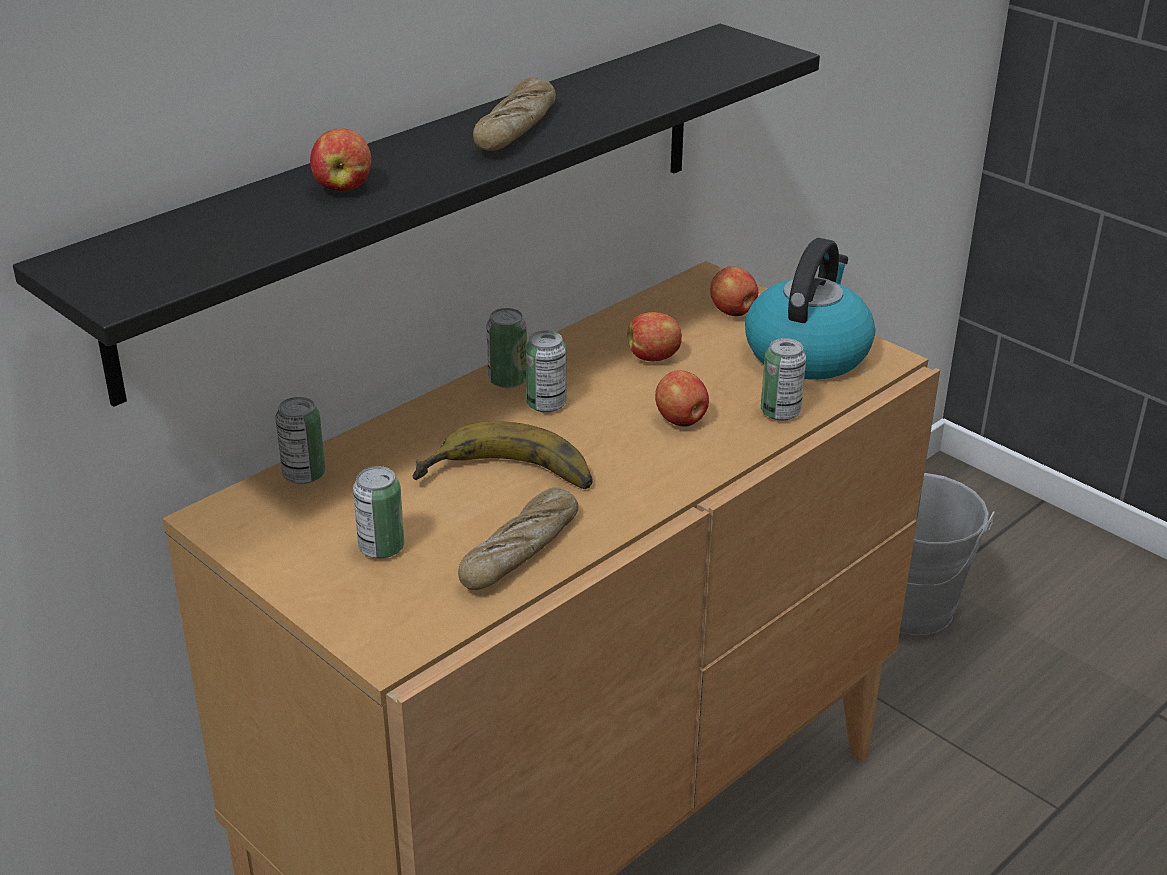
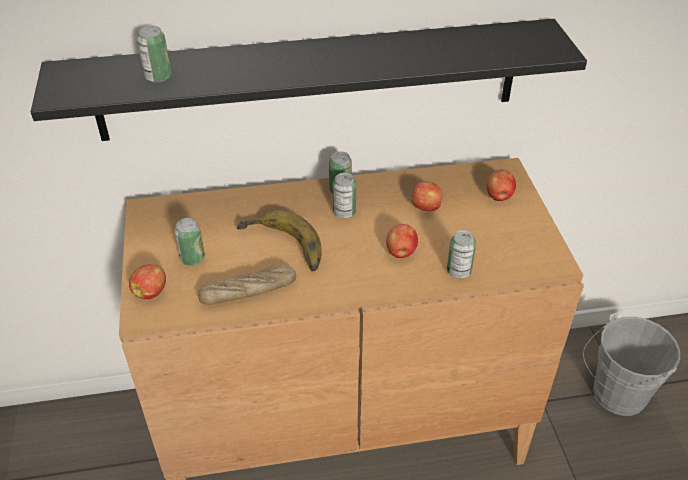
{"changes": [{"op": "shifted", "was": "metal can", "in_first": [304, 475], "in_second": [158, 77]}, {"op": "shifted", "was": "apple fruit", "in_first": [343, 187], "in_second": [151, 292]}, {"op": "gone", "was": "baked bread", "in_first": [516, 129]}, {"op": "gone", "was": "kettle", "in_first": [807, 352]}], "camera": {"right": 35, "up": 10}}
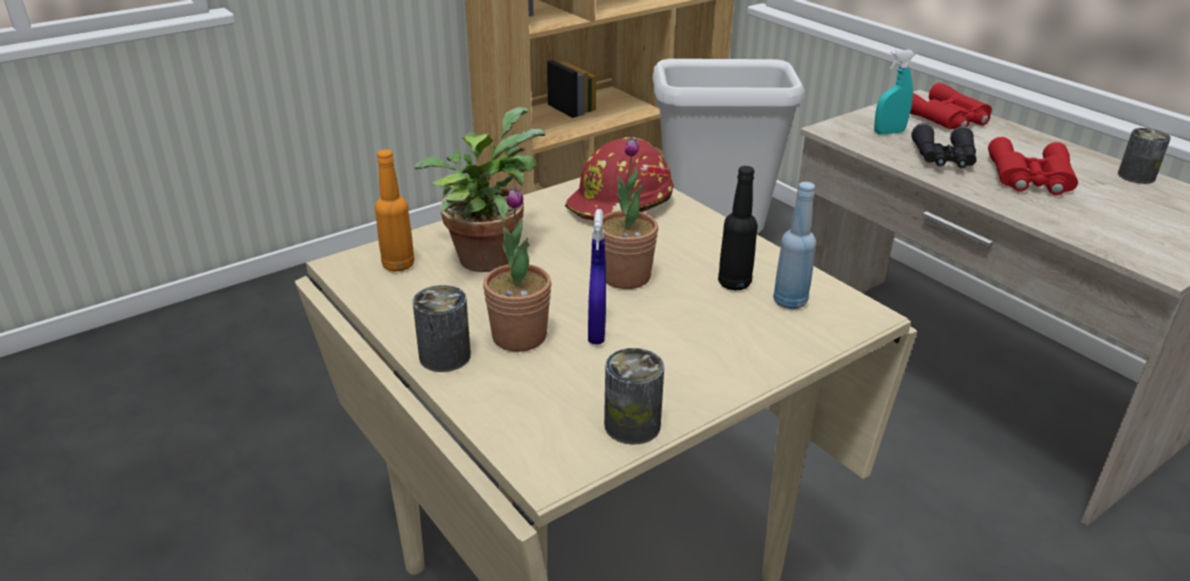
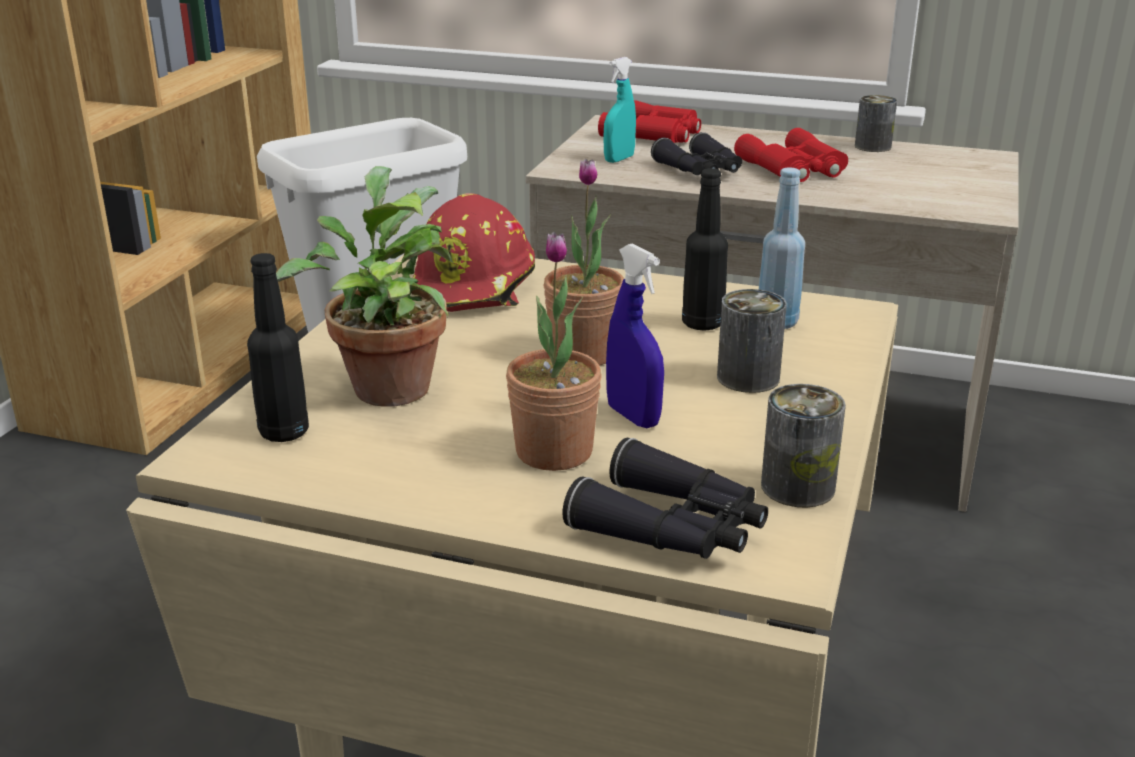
{"changes": [{"op": "repainted", "was": "orangey bottle", "now": "black bottle", "in_first": [398, 265], "in_second": [284, 432]}, {"op": "shifted", "was": "metal can", "in_first": [445, 356], "in_second": [748, 378]}, {"op": "new", "now": "black binoculars", "in_second": [672, 527]}], "camera": {"right": -35, "up": -5}}
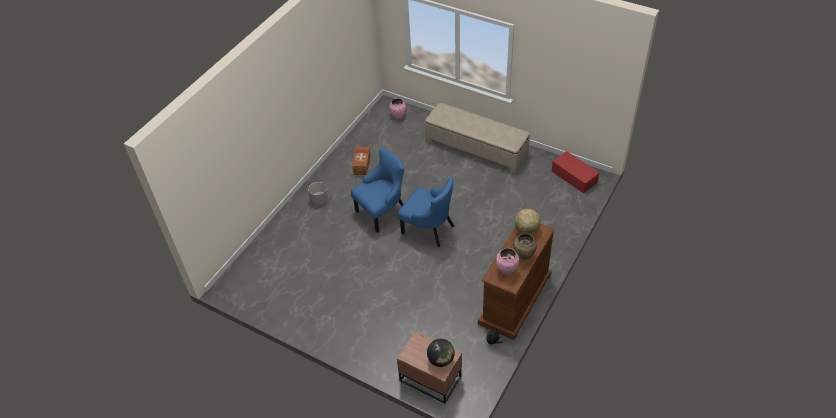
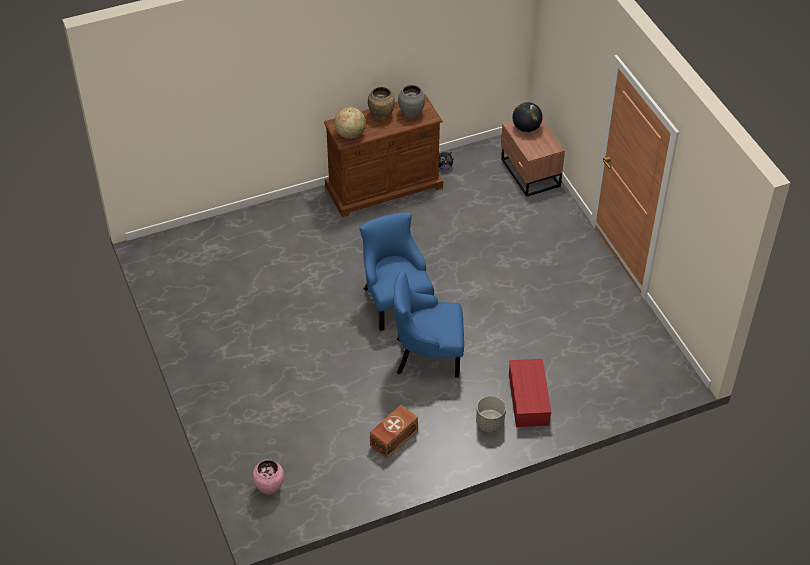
{"changes": [{"op": "gone", "was": "sand-coloured long seat", "in_first": [476, 148]}, {"op": "repainted", "was": "pinkish decorative vase", "now": "greyish decorative vase", "in_first": [507, 270], "in_second": [411, 114]}, {"op": "shifted", "was": "reddish storage container", "in_first": [573, 176], "in_second": [529, 400]}], "camera": {"right": -145, "up": 0}}
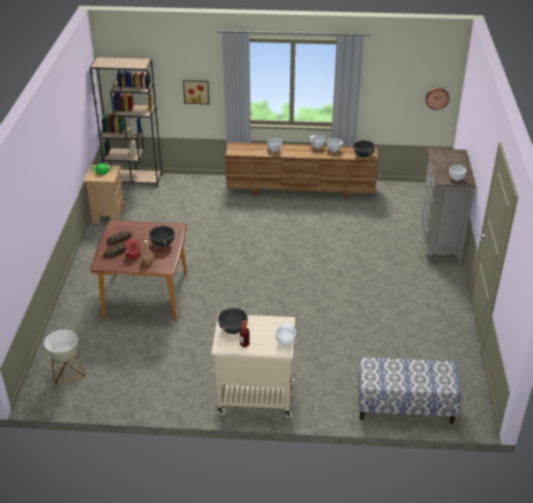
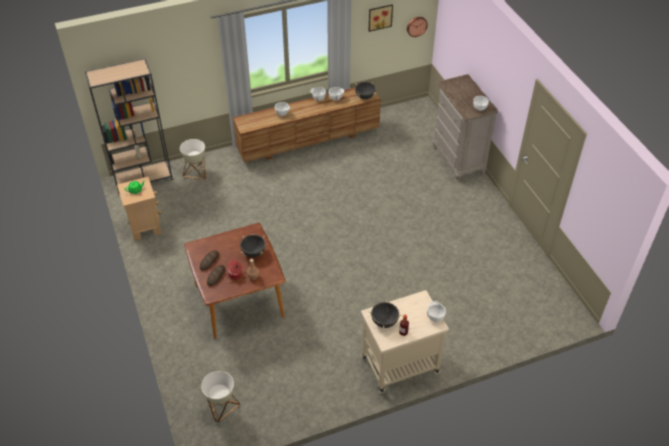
{"changes": [{"op": "shifted", "was": "wall art", "in_first": [196, 91], "in_second": [379, 17]}, {"op": "gone", "was": "long seat", "in_first": [405, 407]}, {"op": "new", "now": "plant pot", "in_second": [196, 173]}], "camera": {"right": -25, "up": 10}}
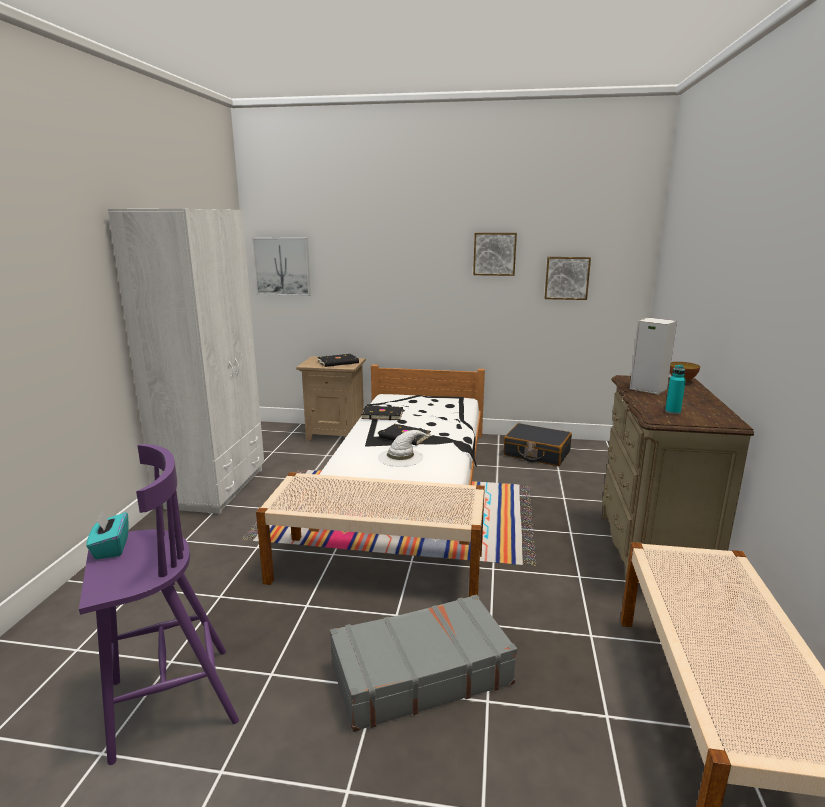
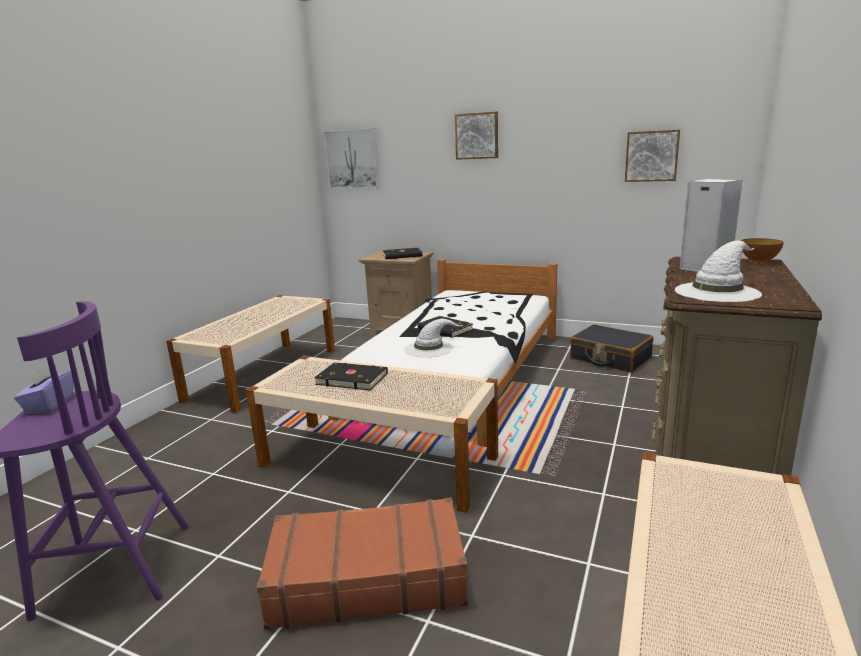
{"changes": [{"op": "repainted", "was": "blue-green box of tissues", "now": "purple box of tissues", "in_first": [111, 548], "in_second": [49, 404]}, {"op": "swapped", "was": "white wardrobe", "now": "sand-coloured long seat", "in_first": [215, 488], "in_second": [264, 374]}, {"op": "repainted", "was": "greyish travel case", "now": "brown travel case", "in_first": [420, 673], "in_second": [367, 577]}, {"op": "shifted", "was": "black bound book", "in_first": [382, 415], "in_second": [352, 378]}, {"op": "shifted", "was": "wall art", "in_first": [494, 254], "in_second": [477, 136]}, {"op": "swapped", "was": "blue-green bottle", "now": "white hat", "in_first": [672, 412], "in_second": [717, 291]}], "camera": {"right": 15, "up": 0}}
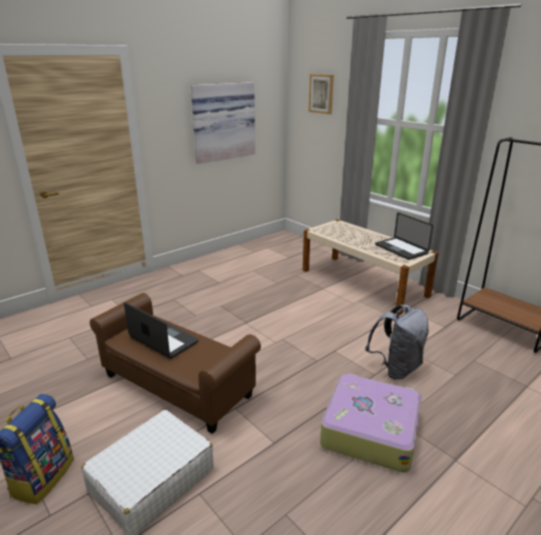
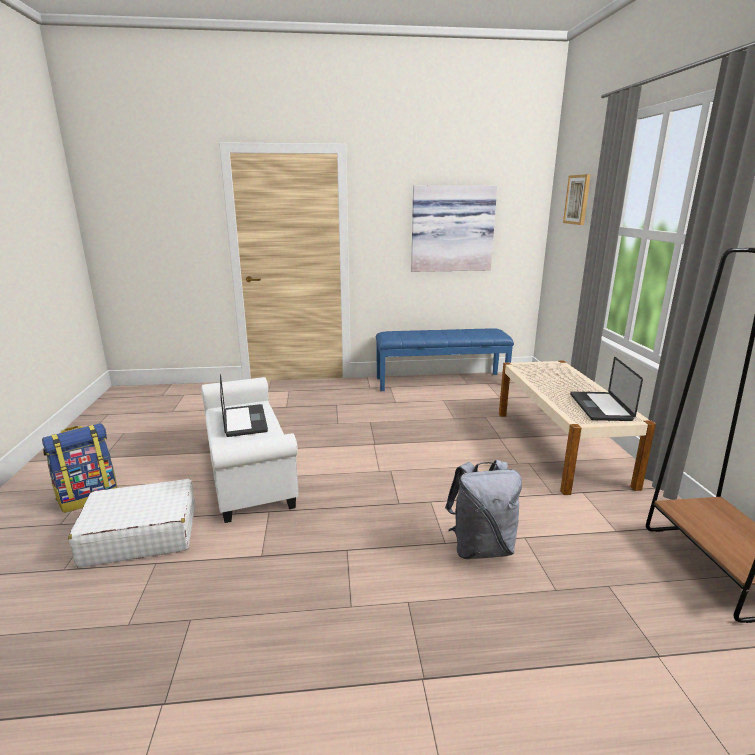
{"changes": [{"op": "repainted", "was": "brown footrest", "now": "white footrest", "in_first": [177, 386], "in_second": [249, 473]}, {"op": "gone", "was": "travel case", "in_first": [370, 430]}, {"op": "new", "now": "bluish long seat", "in_second": [441, 381]}], "camera": {"right": 35, "up": -5}}
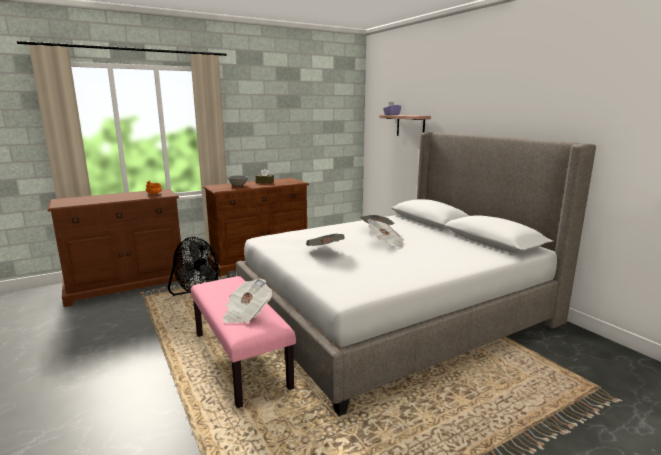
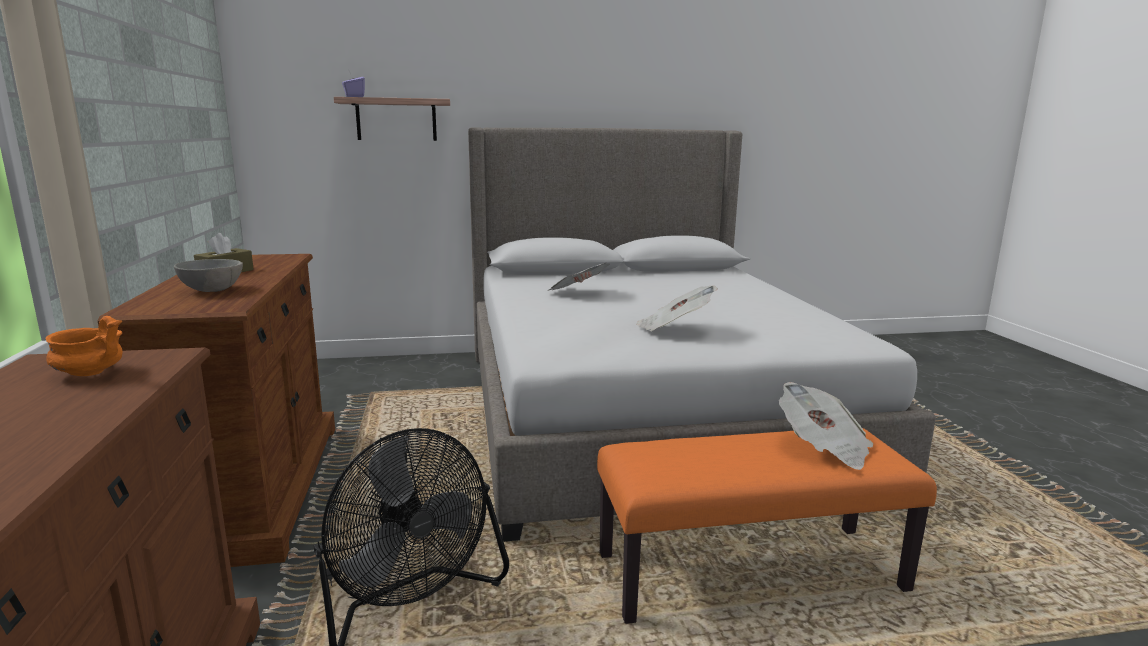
{"changes": [{"op": "repainted", "was": "pinkish long seat", "now": "orangey long seat", "in_first": [241, 359], "in_second": [750, 571]}, {"op": "gone", "was": "newspaper", "in_first": [386, 243]}], "camera": {"right": -70, "up": 0}}
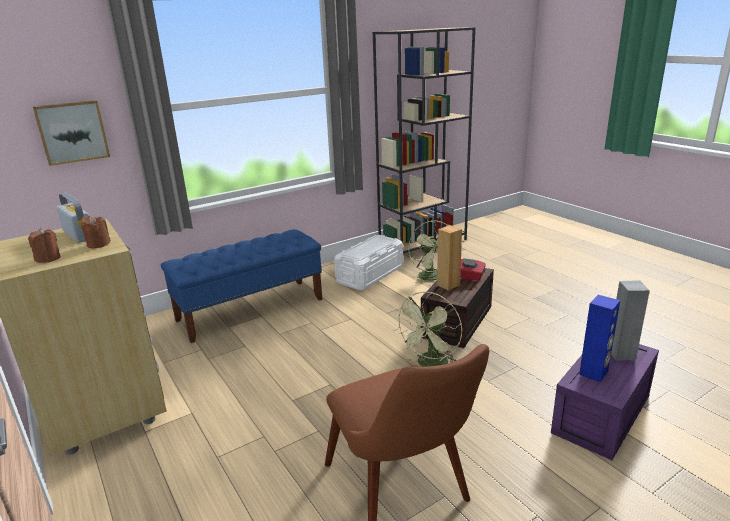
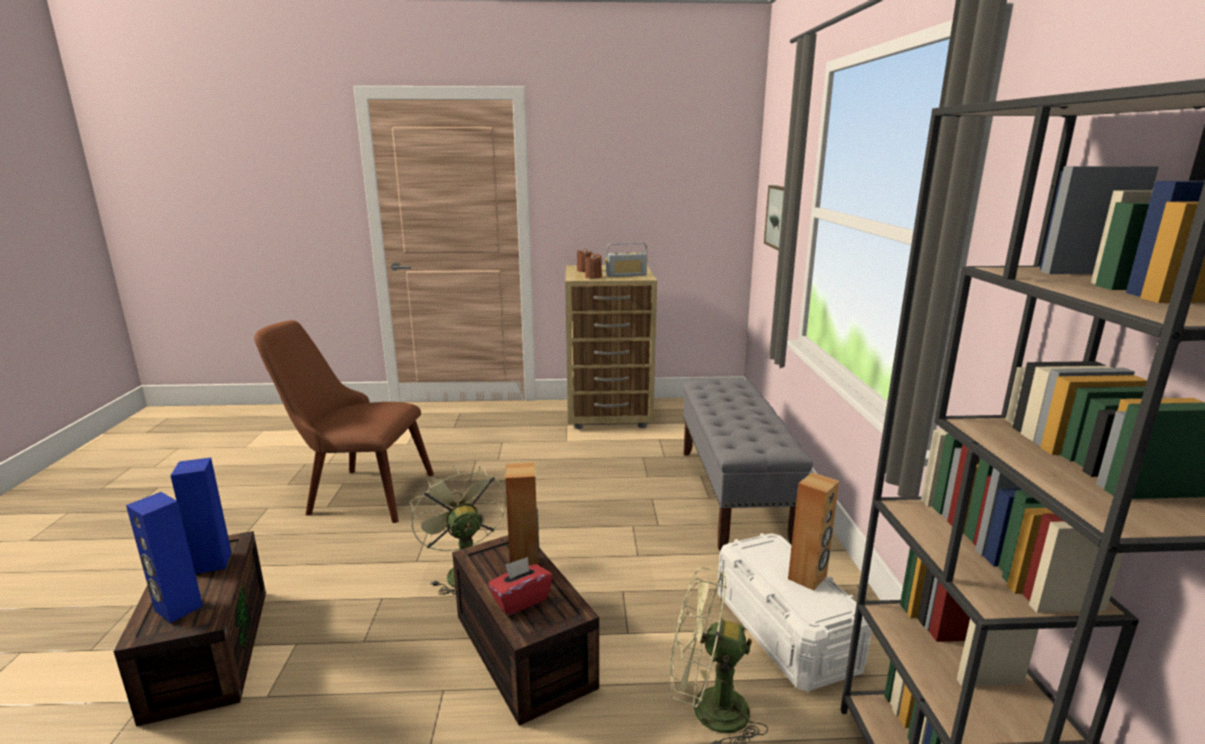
{"changes": [{"op": "repainted", "was": "bluish long seat", "now": "greyish long seat", "in_first": [251, 309], "in_second": [733, 495]}, {"op": "repainted", "was": "purple storage container", "now": "brown storage container", "in_first": [603, 415], "in_second": [207, 650]}, {"op": "repainted", "was": "greyish loudspeaker", "now": "bluish loudspeaker", "in_first": [621, 354], "in_second": [178, 608]}, {"op": "new", "now": "brown loudspeaker", "in_second": [808, 578]}], "camera": {"right": 120, "up": -5}}
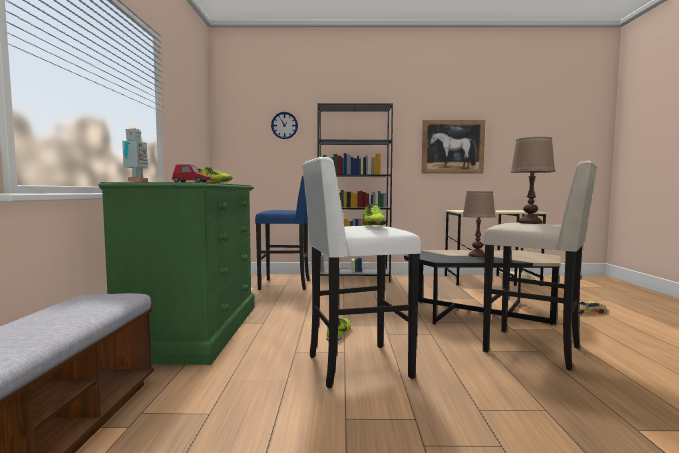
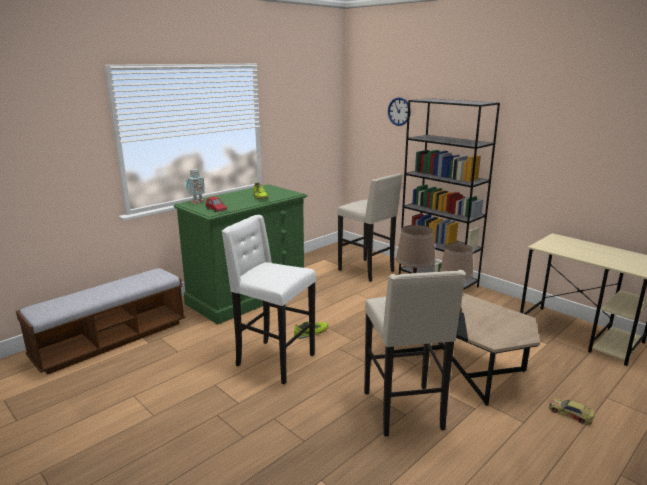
{"changes": [{"op": "repainted", "was": "bluish stool seat", "now": "sand-coloured stool seat", "in_first": [286, 285], "in_second": [367, 271]}, {"op": "gone", "was": "shoe", "in_first": [373, 226]}, {"op": "gone", "was": "wall art", "in_first": [452, 147]}], "camera": {"right": 45, "up": 15}}
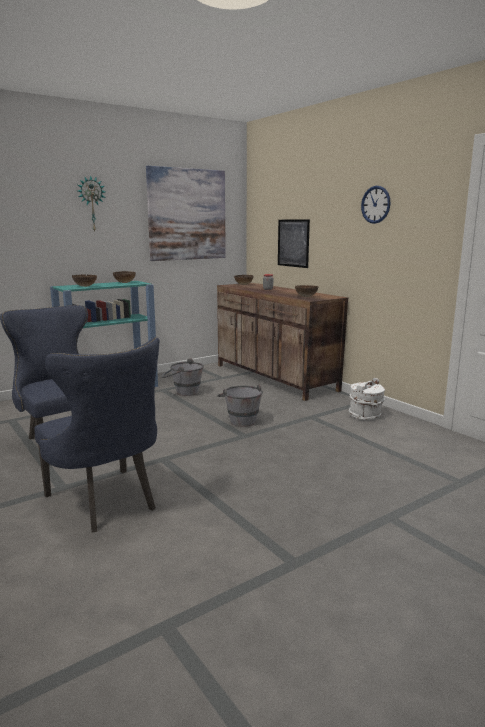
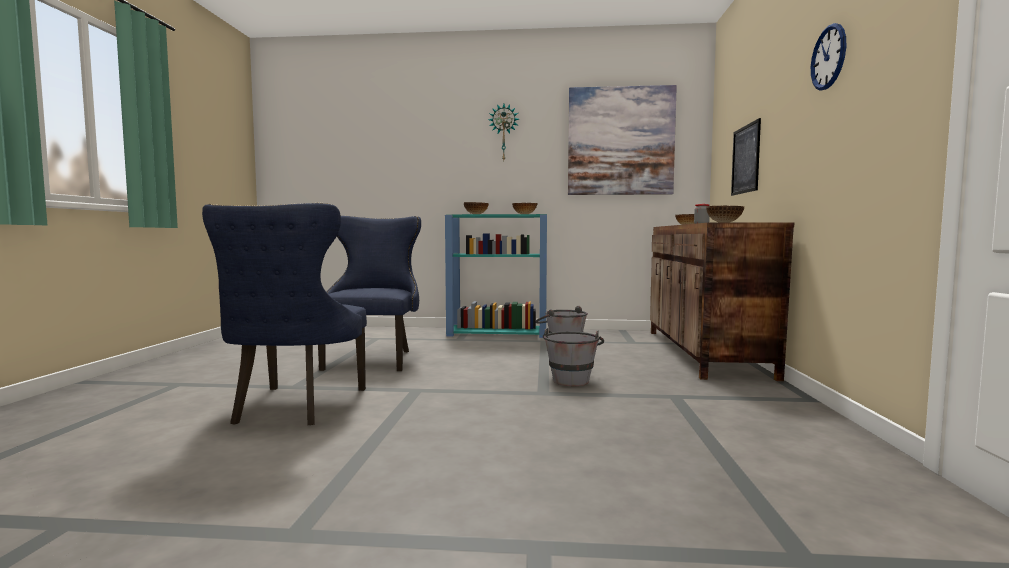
{"changes": [{"op": "gone", "was": "white water bucket", "in_first": [365, 415]}], "camera": {"right": 40, "up": -10}}
